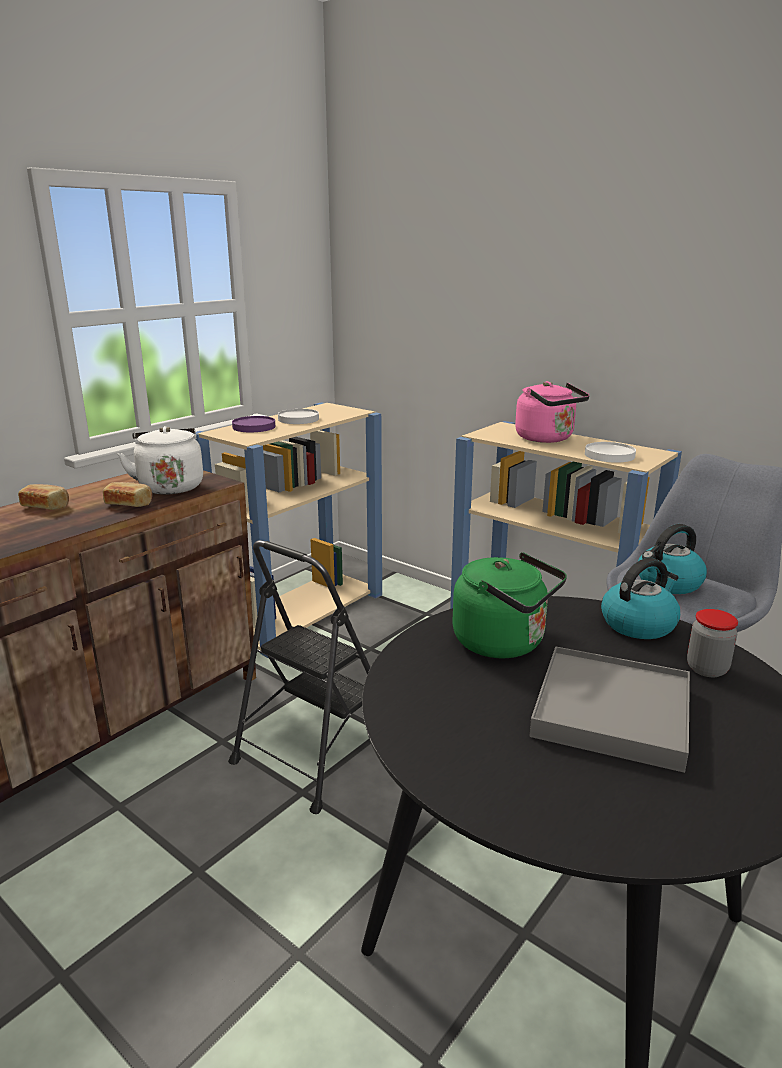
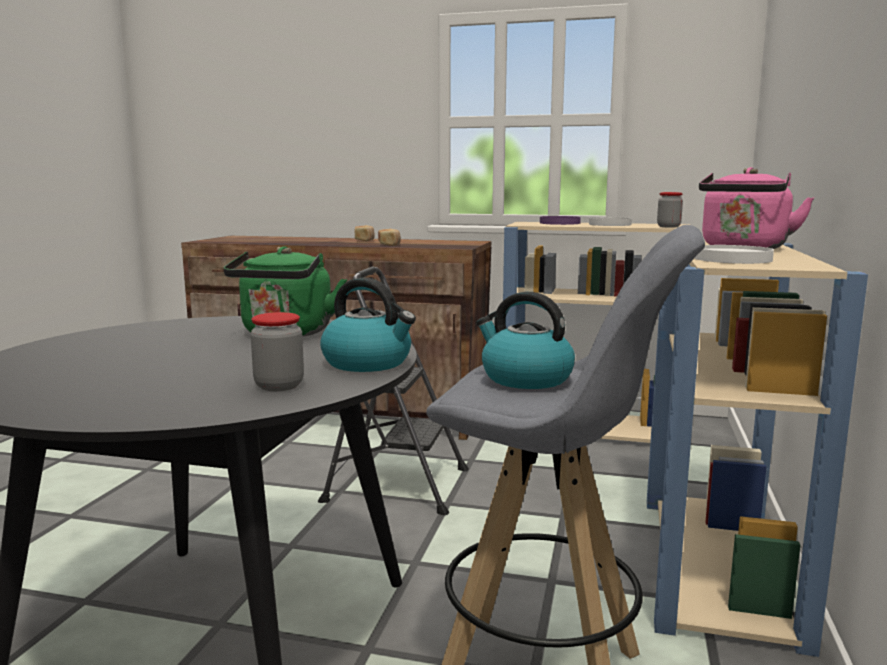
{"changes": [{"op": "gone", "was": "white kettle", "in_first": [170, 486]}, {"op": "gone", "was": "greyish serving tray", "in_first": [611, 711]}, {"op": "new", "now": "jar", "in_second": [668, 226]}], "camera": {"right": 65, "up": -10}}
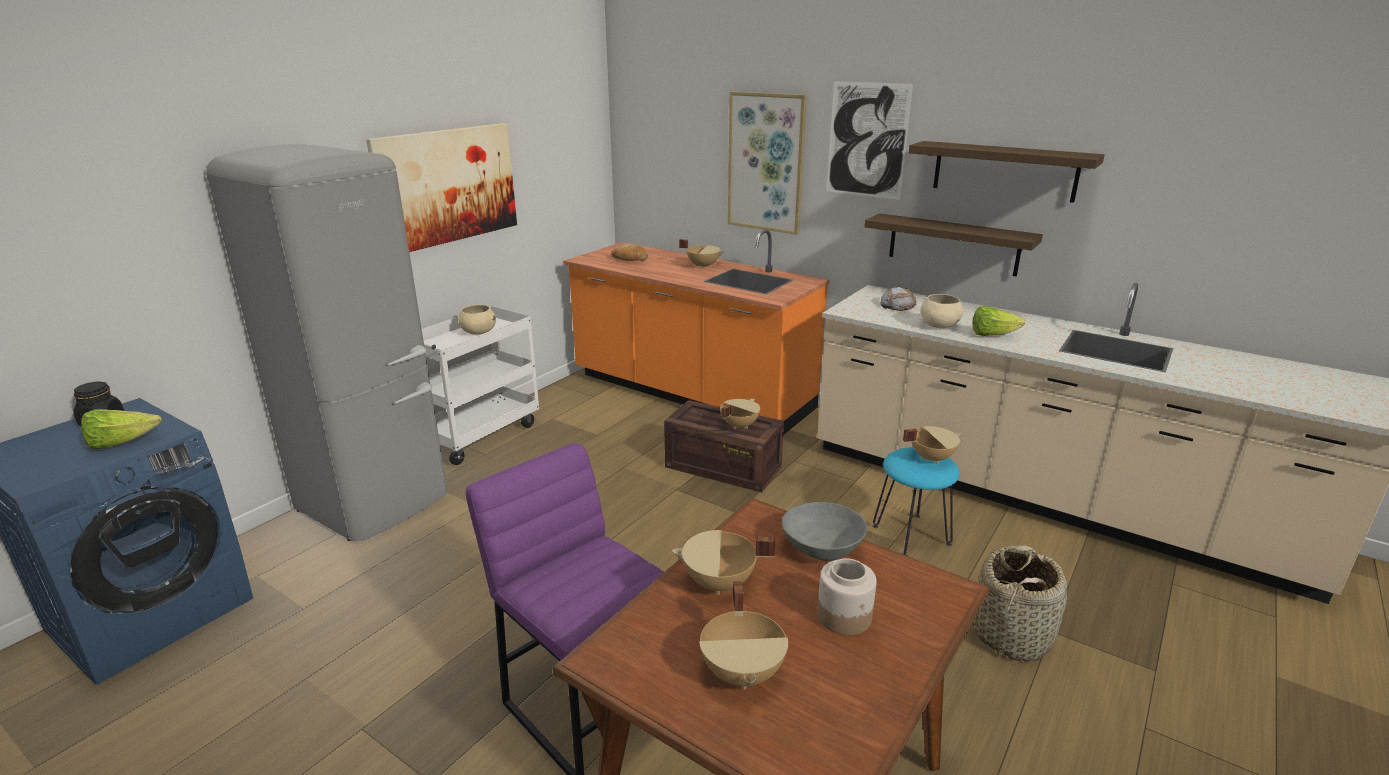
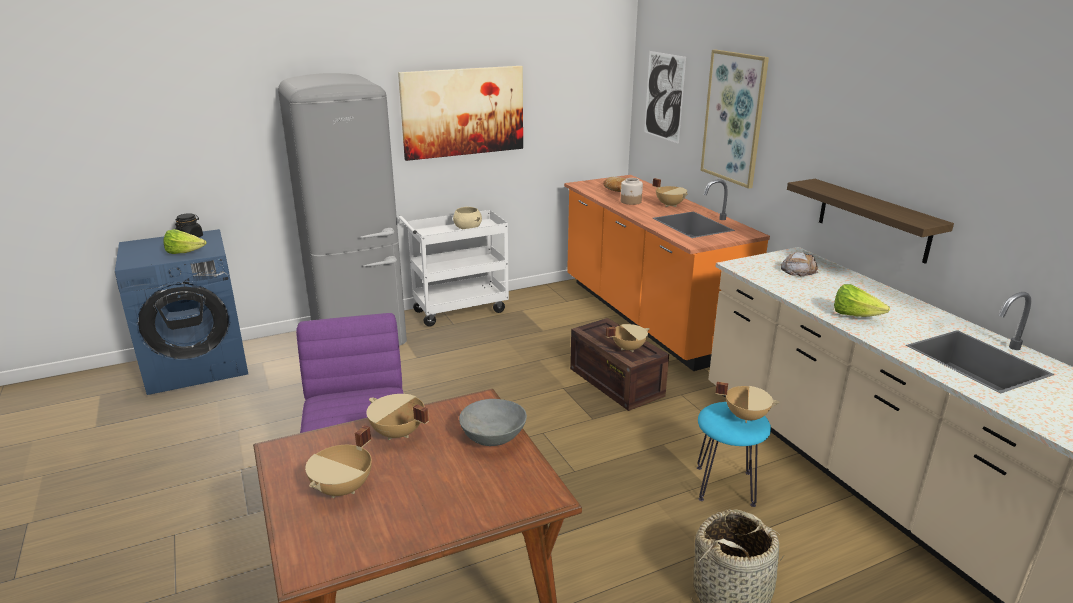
{"changes": [{"op": "shifted", "was": "jar", "in_first": [844, 617], "in_second": [631, 201]}, {"op": "shifted", "was": "wall art", "in_first": [867, 140], "in_second": [664, 96]}, {"op": "gone", "was": "bracket shelf", "in_first": [1004, 171]}, {"op": "gone", "was": "sand-coloured bowl", "in_first": [938, 326]}], "camera": {"right": 30, "up": 0}}
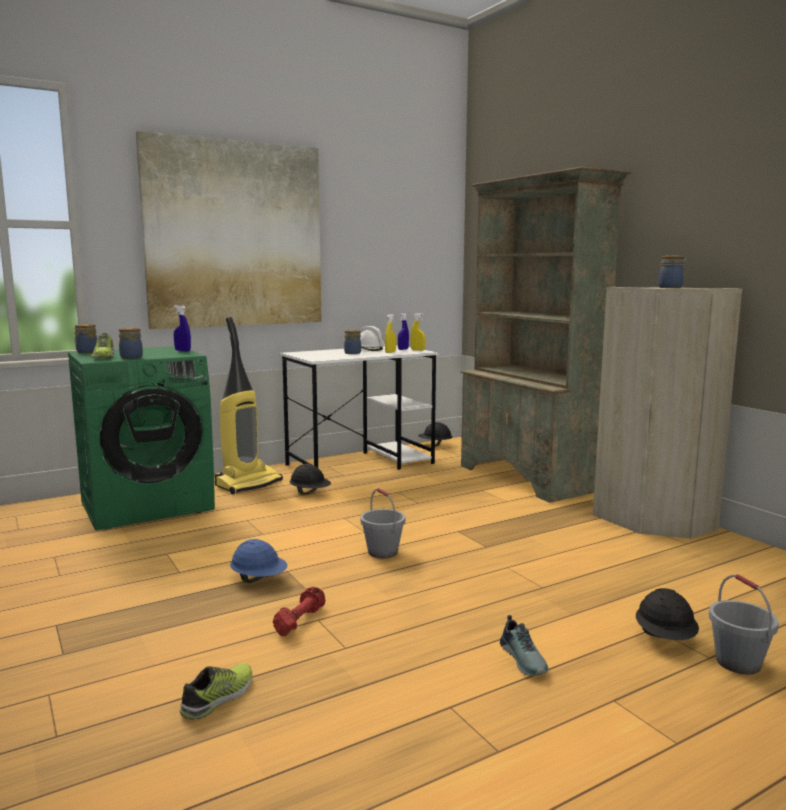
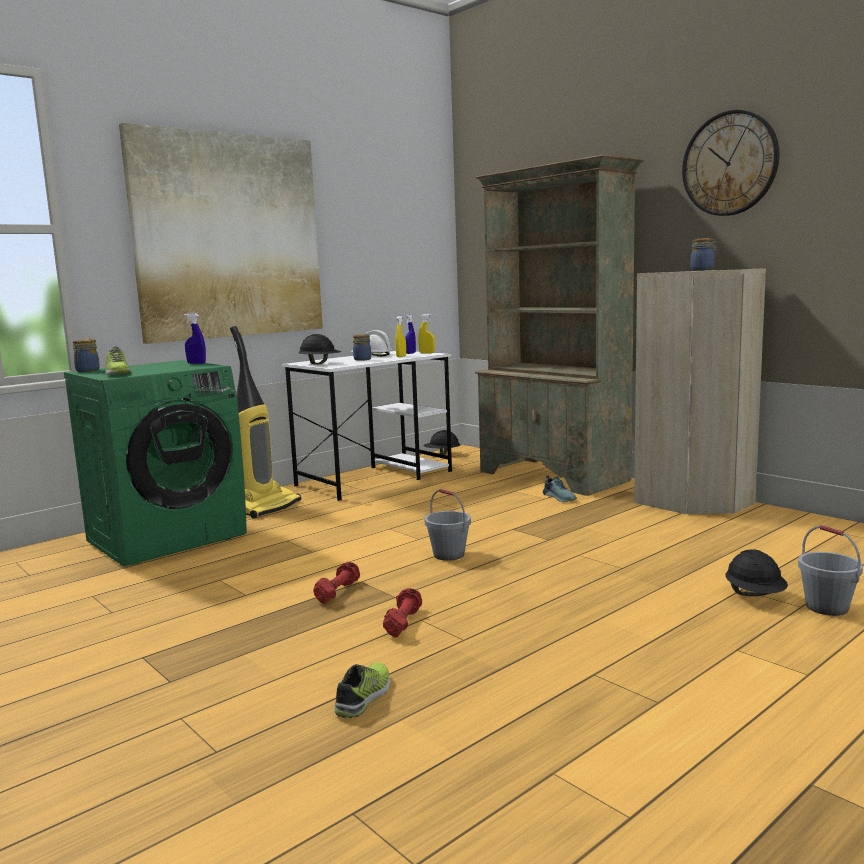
{"changes": [{"op": "gone", "was": "jar", "in_first": [131, 357]}, {"op": "swapped", "was": "bluish safety helmet", "now": "reddish dumbbell", "in_first": [259, 579], "in_second": [337, 592]}, {"op": "shifted", "was": "black safety helmet", "in_first": [310, 493], "in_second": [321, 364]}, {"op": "shifted", "was": "shoe", "in_first": [524, 659], "in_second": [560, 497]}, {"op": "new", "now": "wall clock", "in_second": [730, 164]}], "camera": {"right": -10, "up": 0}}
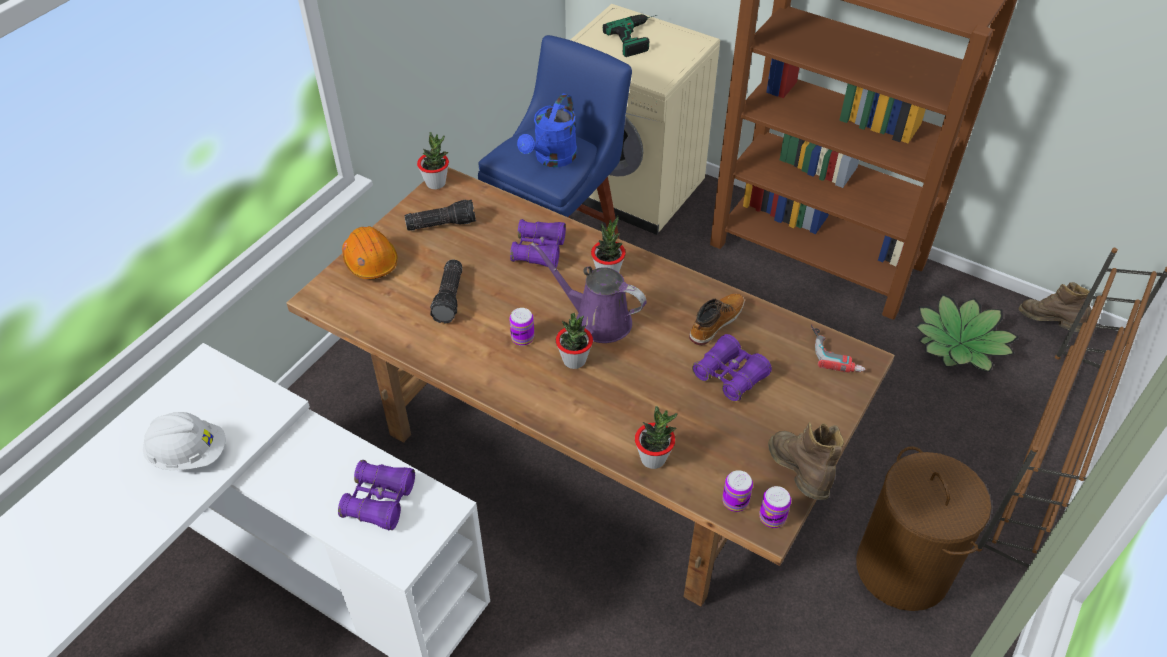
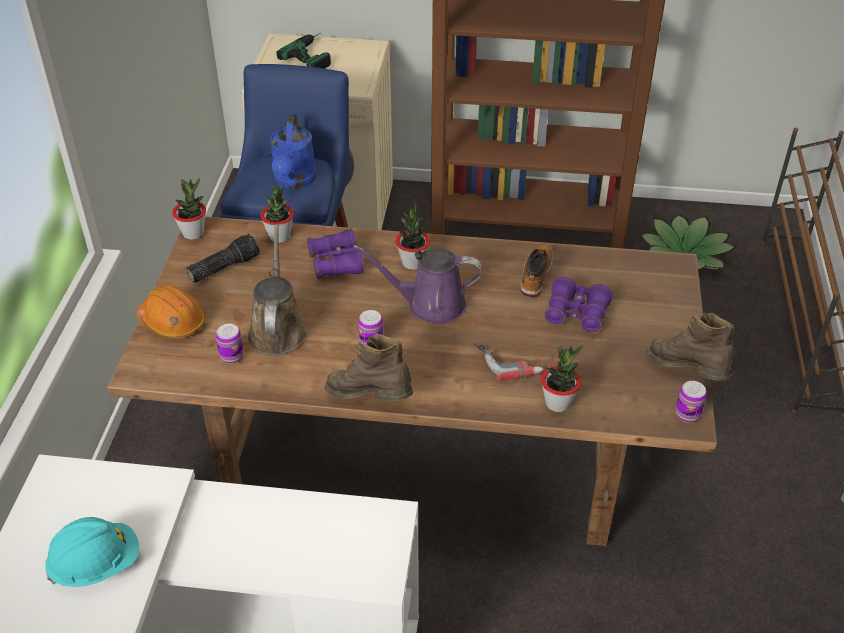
{"changes": [{"op": "repainted", "was": "white safety helmet", "now": "blue-green safety helmet", "in_first": [189, 454], "in_second": [96, 565]}, {"op": "gone", "was": "purple binoculars", "in_first": [379, 501]}, {"op": "swapped", "was": "torch", "now": "brown watering pot", "in_first": [450, 298], "in_second": [277, 330]}, {"op": "shifted", "was": "plant in a pot", "in_first": [574, 360], "in_second": [279, 236]}, {"op": "shifted", "was": "metal can", "in_first": [735, 501], "in_second": [232, 356]}, {"op": "shifted", "was": "drill", "in_first": [836, 351], "in_second": [508, 361]}, {"op": "gone", "was": "brown laundry basket", "in_first": [903, 569]}, {"op": "shifted", "was": "brown boot", "in_first": [1049, 326], "in_second": [371, 399]}], "camera": {"right": -25, "up": -5}}
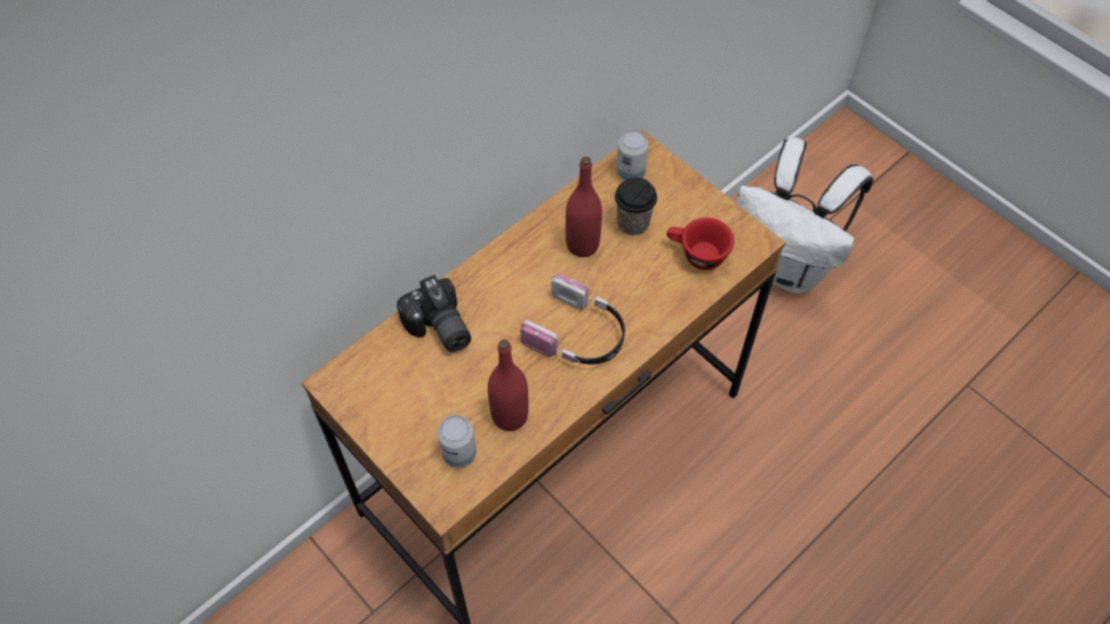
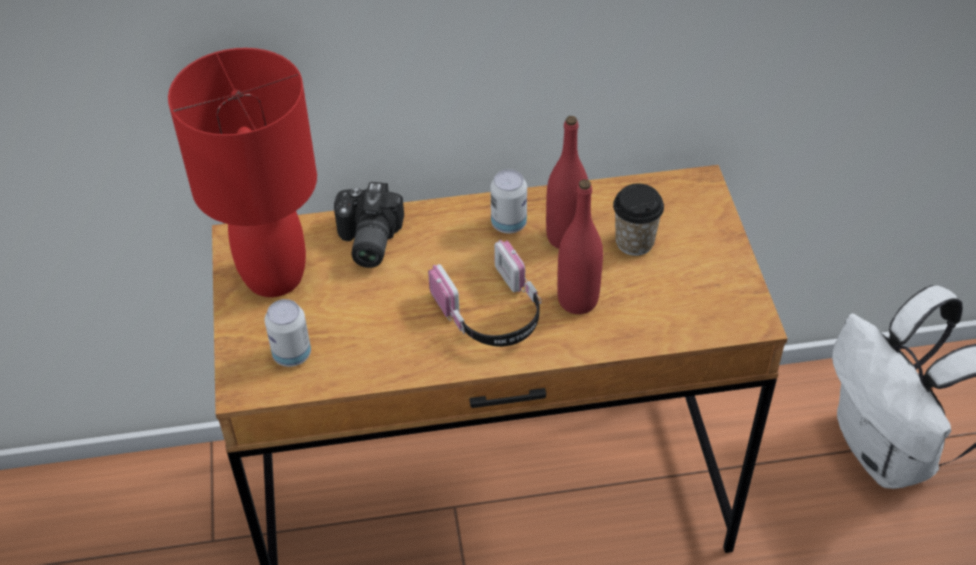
{"changes": [{"op": "shifted", "was": "reddish bottle", "in_first": [510, 416], "in_second": [578, 300]}, {"op": "shifted", "was": "metal can", "in_first": [630, 172], "in_second": [508, 224]}, {"op": "gone", "was": "reddish cup", "in_first": [696, 255]}, {"op": "new", "now": "reddish lamp for a table", "in_second": [273, 277]}], "camera": {"right": 35, "up": -10}}
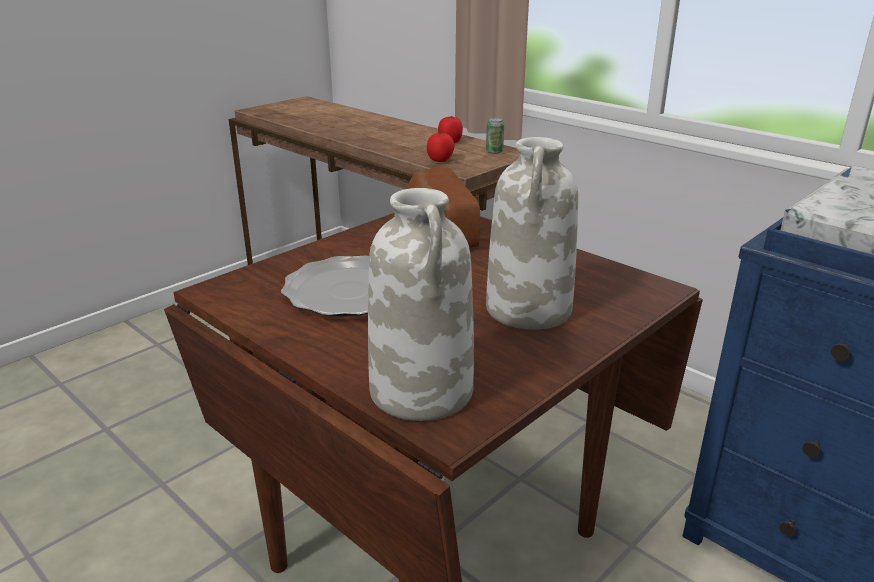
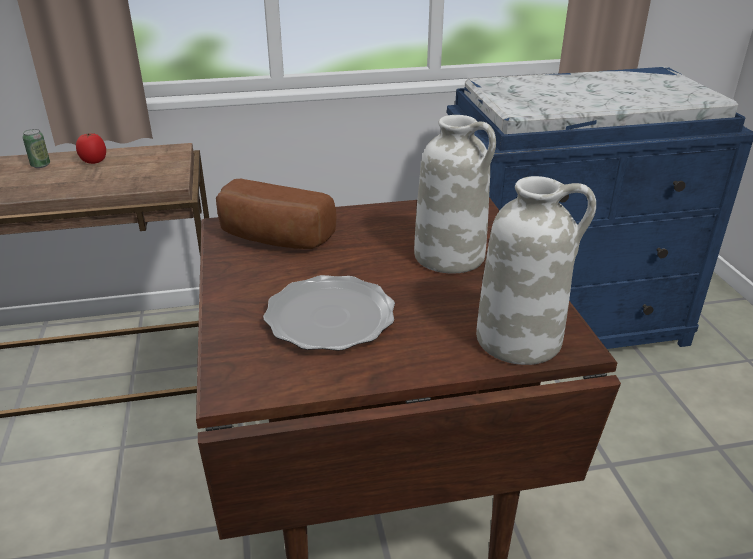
{"changes": [{"op": "gone", "was": "whole tomato", "in_first": [440, 160]}, {"op": "shifted", "was": "metal can", "in_first": [494, 152], "in_second": [40, 165]}], "camera": {"right": -55, "up": 5}}
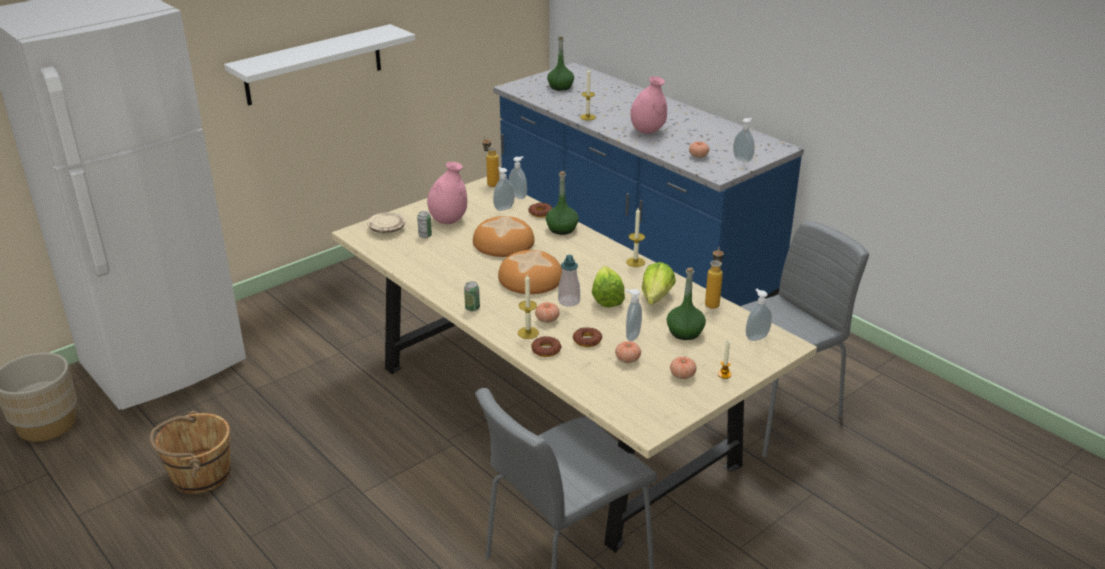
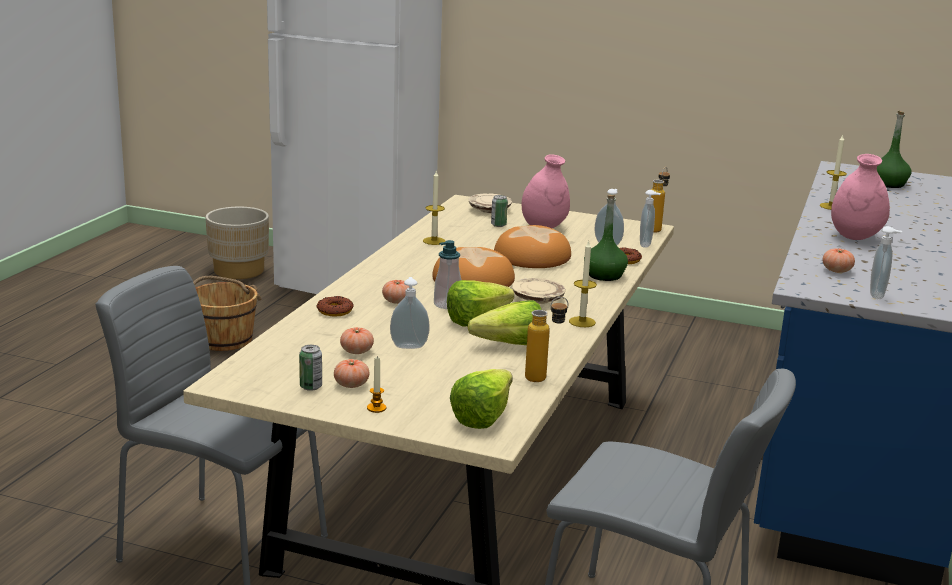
{"changes": [{"op": "gone", "was": "white bracket shelf", "in_first": [313, 64]}, {"op": "shifted", "was": "metal can", "in_first": [472, 308], "in_second": [311, 387]}, {"op": "shifted", "was": "wax light", "in_first": [528, 333], "in_second": [434, 241]}, {"op": "gone", "was": "ring doughnut", "in_first": [587, 340]}, {"op": "gone", "was": "greenish bottle", "in_first": [684, 332]}, {"op": "swapped", "was": "soap dispenser", "now": "lettuce head", "in_first": [756, 337], "in_second": [488, 415]}, {"op": "new", "now": "sand-coloured dinner plate", "in_second": [538, 299]}], "camera": {"right": 60, "up": -10}}
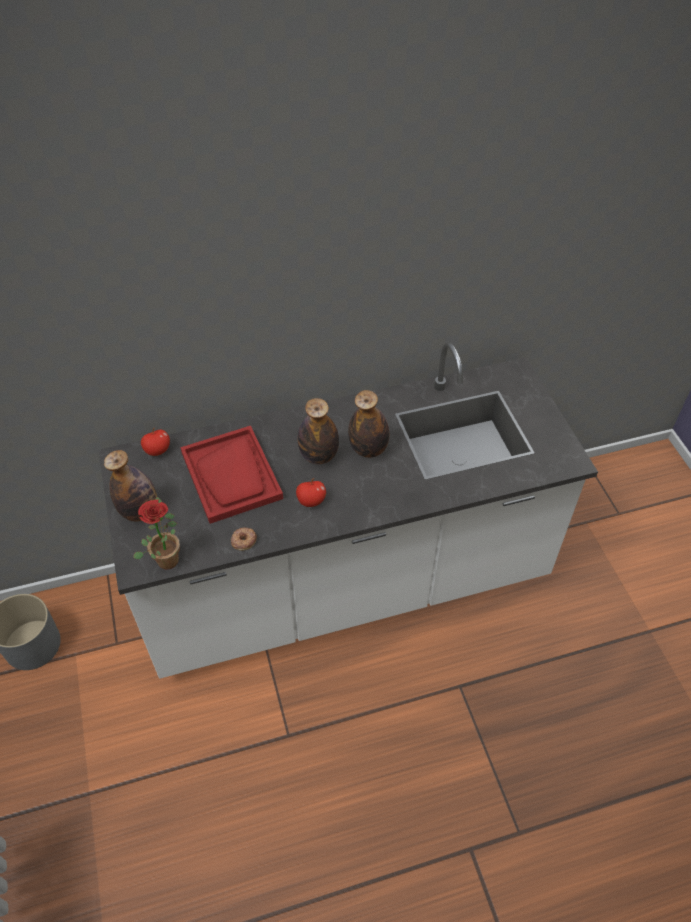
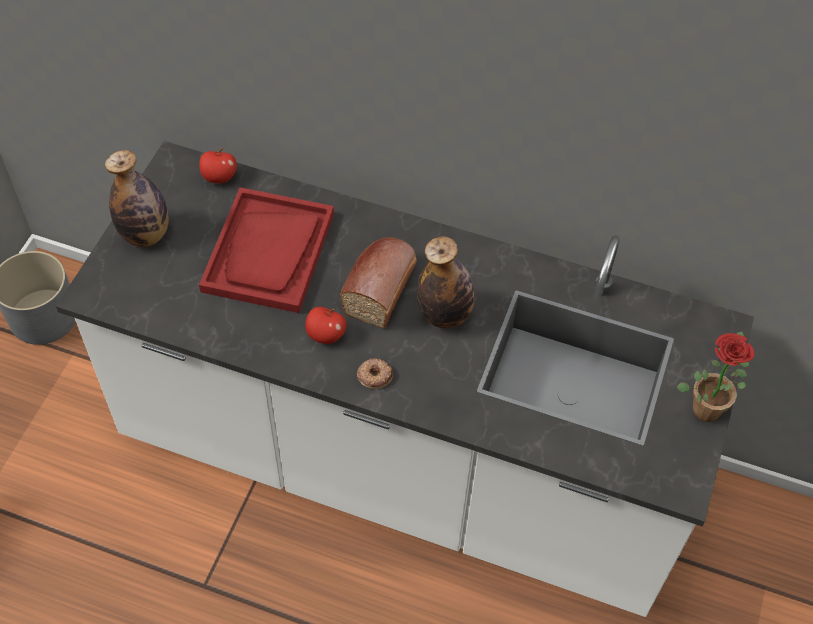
{"changes": [{"op": "shifted", "was": "plant in a pot", "in_first": [166, 556], "in_second": [706, 404]}, {"op": "shifted", "was": "ring doughnut", "in_first": [243, 540], "in_second": [374, 375]}, {"op": "swapped", "was": "bottle", "now": "baked bread", "in_first": [319, 456], "in_second": [381, 287]}], "camera": {"right": 35, "up": 5}}
